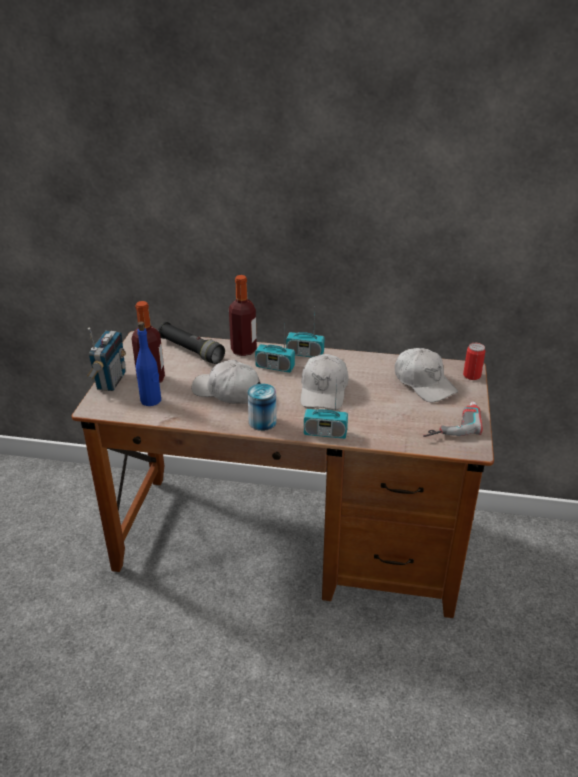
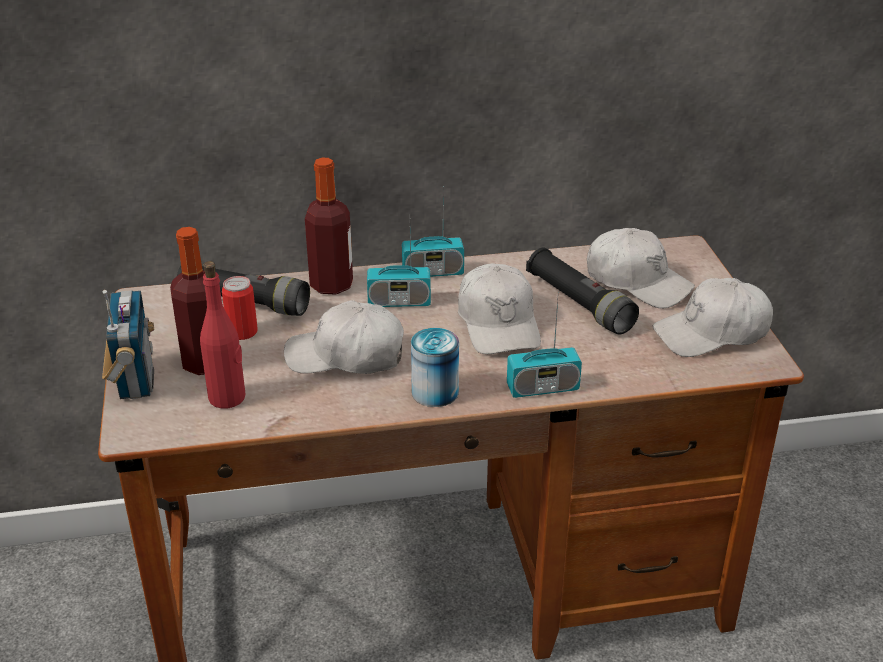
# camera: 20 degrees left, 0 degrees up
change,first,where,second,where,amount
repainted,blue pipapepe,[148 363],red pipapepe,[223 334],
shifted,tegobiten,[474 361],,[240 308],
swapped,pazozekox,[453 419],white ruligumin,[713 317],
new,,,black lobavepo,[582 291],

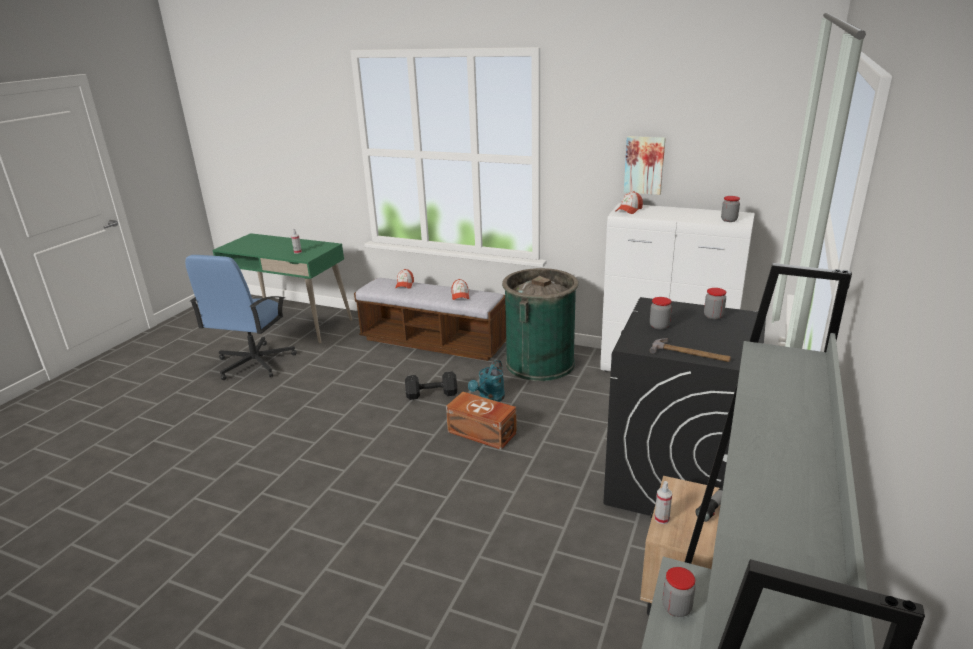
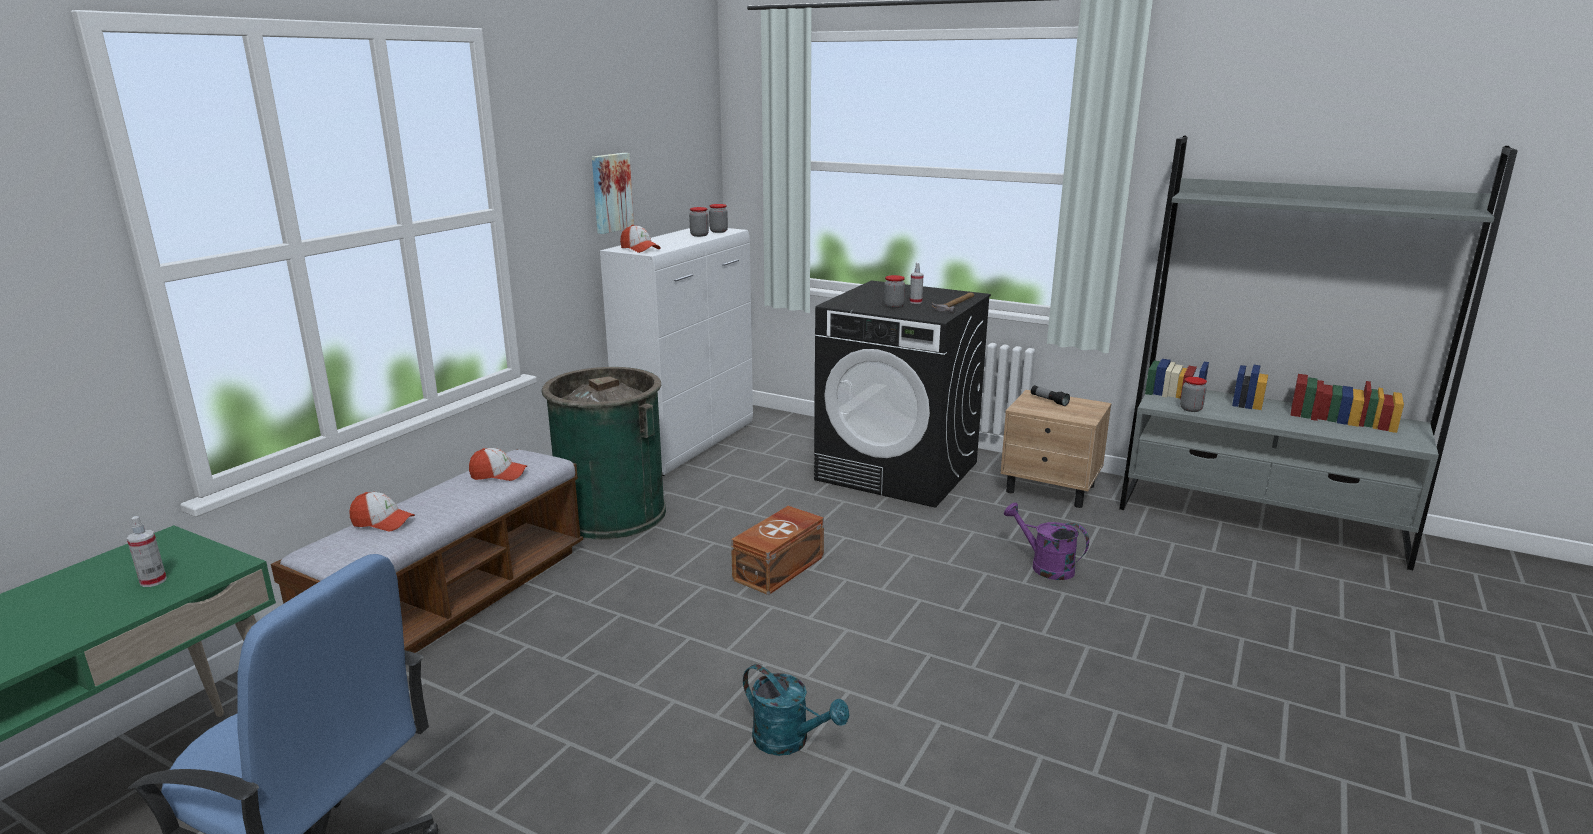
# camera: 85 degrees left, 5 degrees down
change,first,where,second,where,amount
shifted,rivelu,[715 304],,[699 222],
shifted,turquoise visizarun,[486 381],,[796 710],
gone,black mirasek,[431 385],,,
shifted,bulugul,[663 502],,[917 283],
new,,,purple visizarun,[1046 541],

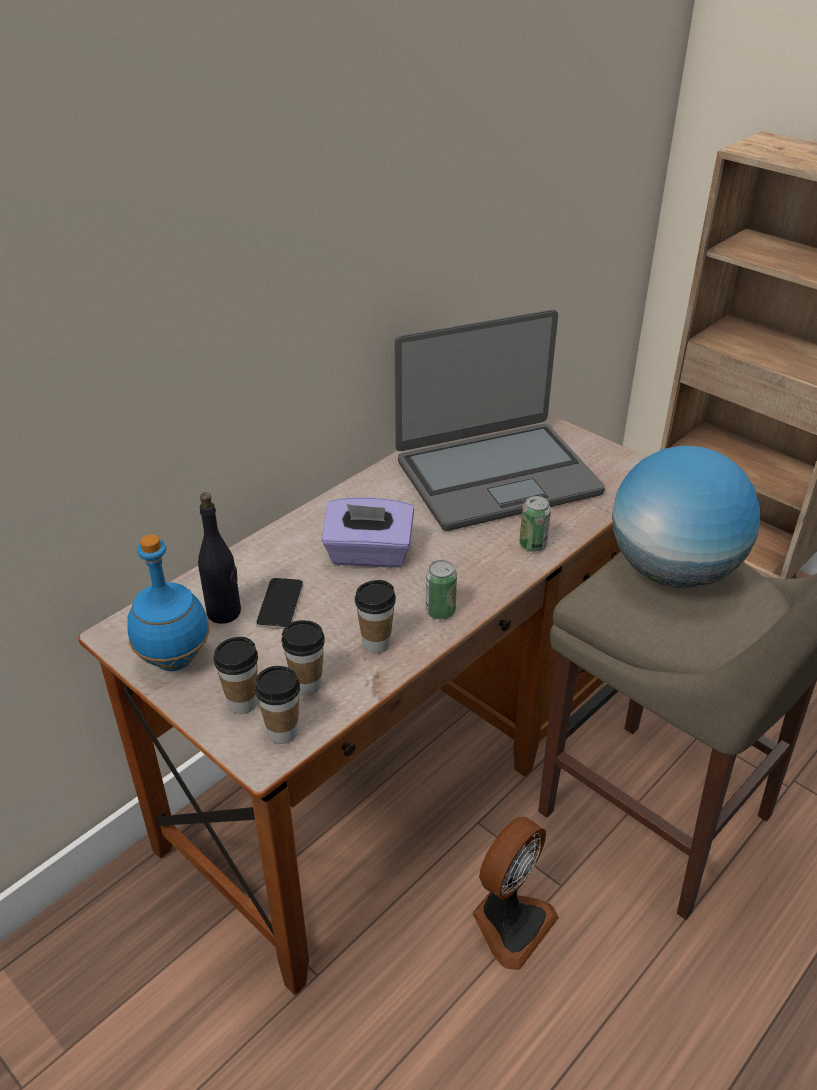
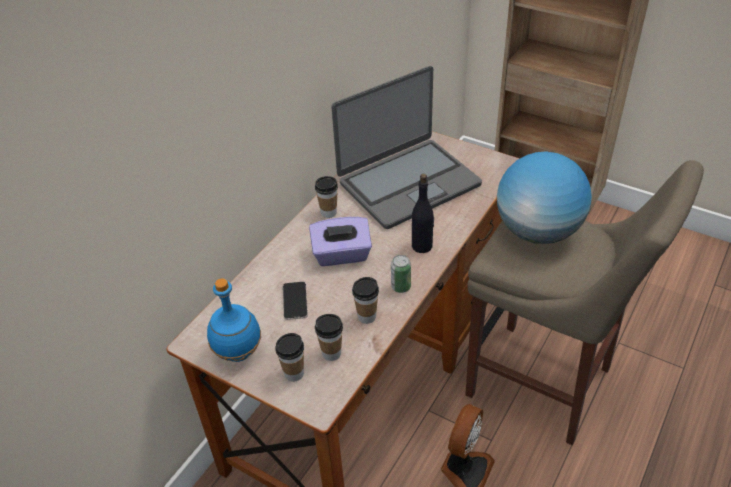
# camera: 10 degrees left, 5 degrees up
change,first,where,second,where,amount
shifted,black pipapepe,[219 558],,[423 213],
gone,tegobiten,[535 524],,,
shifted,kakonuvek,[277 705],,[326 197],

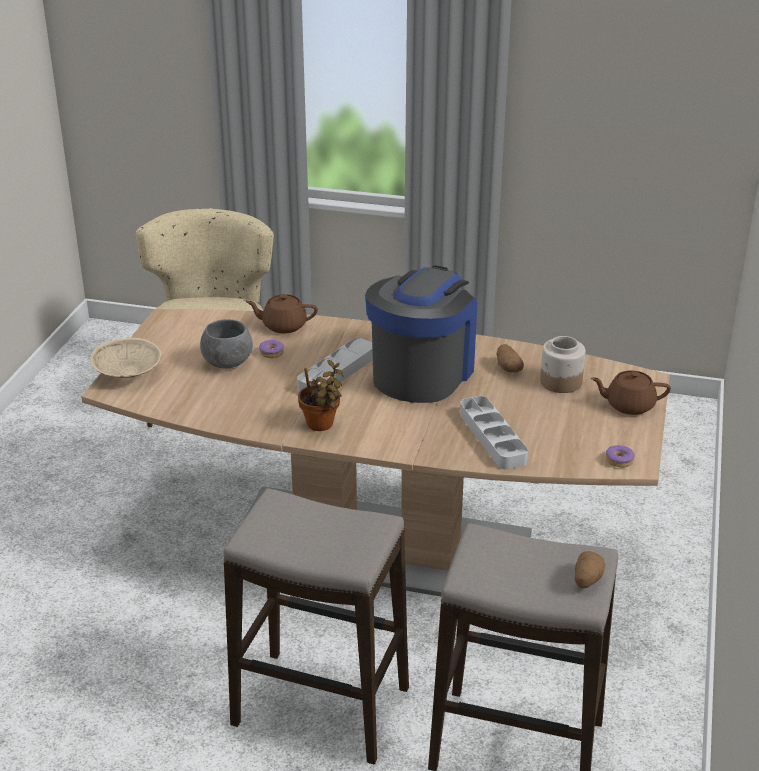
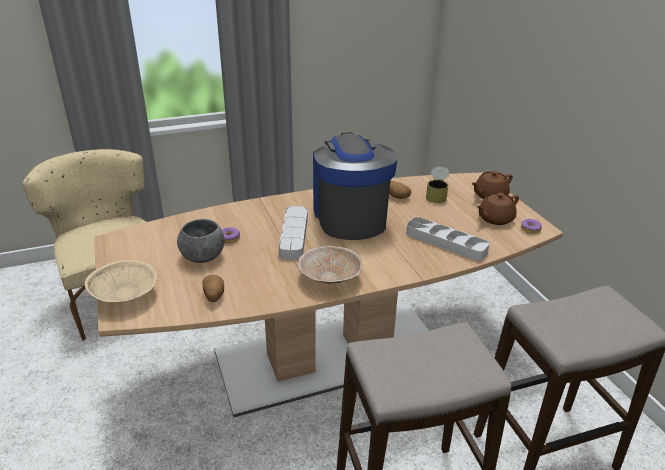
# camera: 35 degrees left, 0 degrees up
change,first,where,second,where,amount
shifted,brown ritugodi,[281 314],,[498 209],
swapped,rivelu,[562 364],tegobiten,[437 184],
swapped,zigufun,[321 395],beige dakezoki,[330 265],
shifted,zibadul,[590 569],,[213 288],

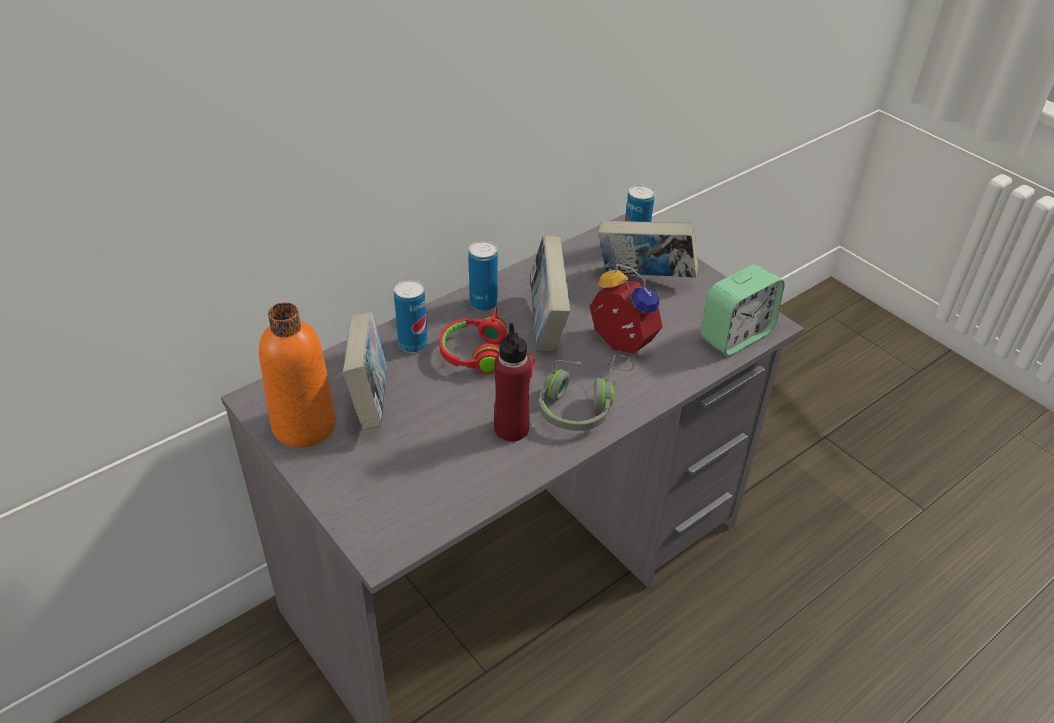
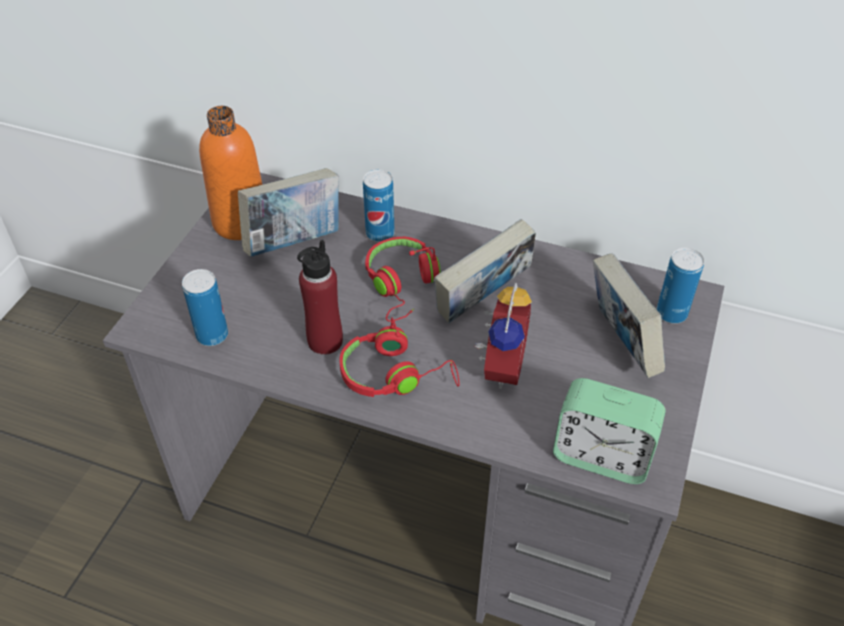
# camera: 60 degrees right, 5 degrees up
change,first,where,second,where,amount
shifted,tegobiten,[483 275],,[205 307],
repainted,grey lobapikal,[586 393],red lobapikal,[399 357],

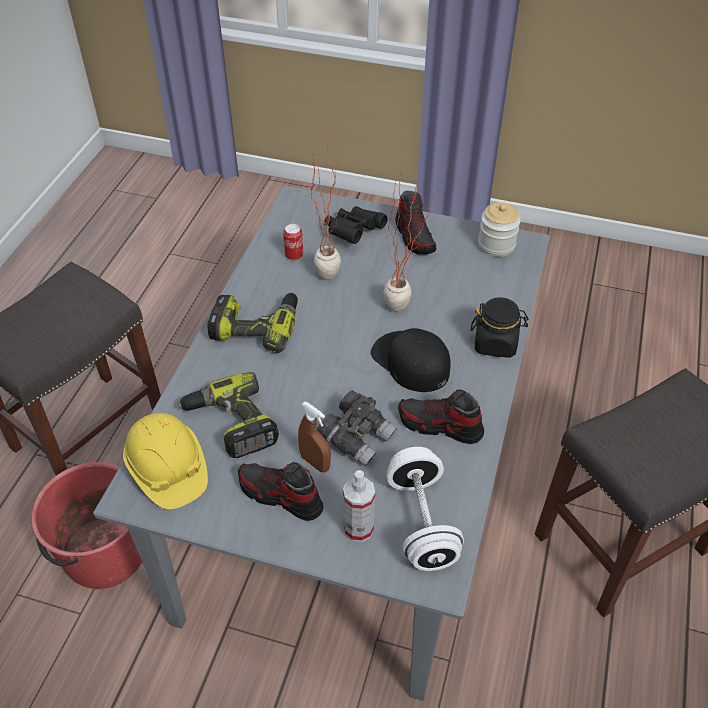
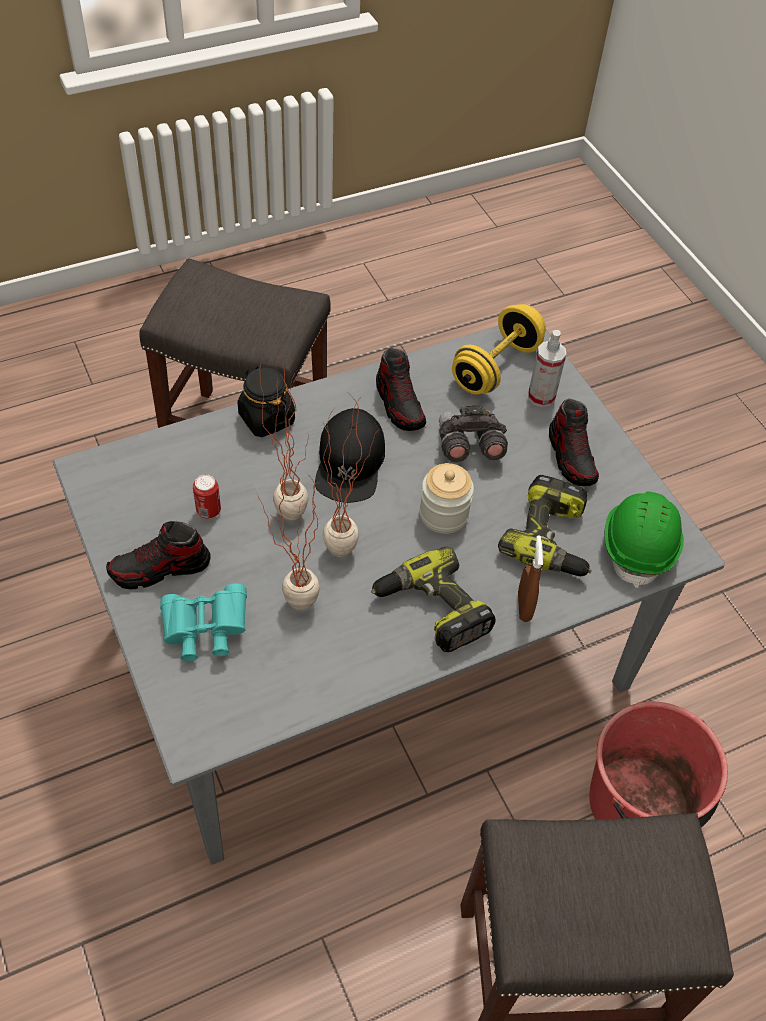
# camera: 135 degrees left, 5 degrees up
change,first,where,second,where,amount
rotated,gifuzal,[415 223],,[158 555],135 degrees counterclockwise
shifted,rivelu,[499 229],,[446 498],
repainted,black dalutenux,[356 225],turquoise dalutenux,[203 622],
shifted,tegobiten,[293 242],,[207 496],
shifted,brown bulugul,[314 437],,[530 578],
repainted,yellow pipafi,[165 461],green pipafi,[644 540],
repainted,white mirasek,[425 509],yellow mirasek,[499 349],
new,,,zigufun,[351 476],

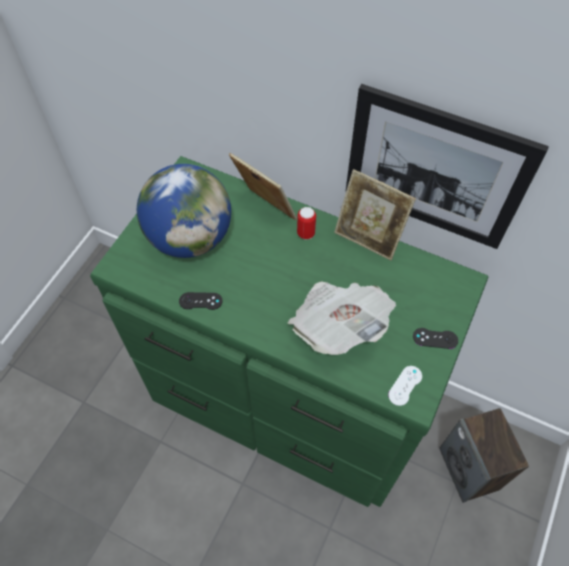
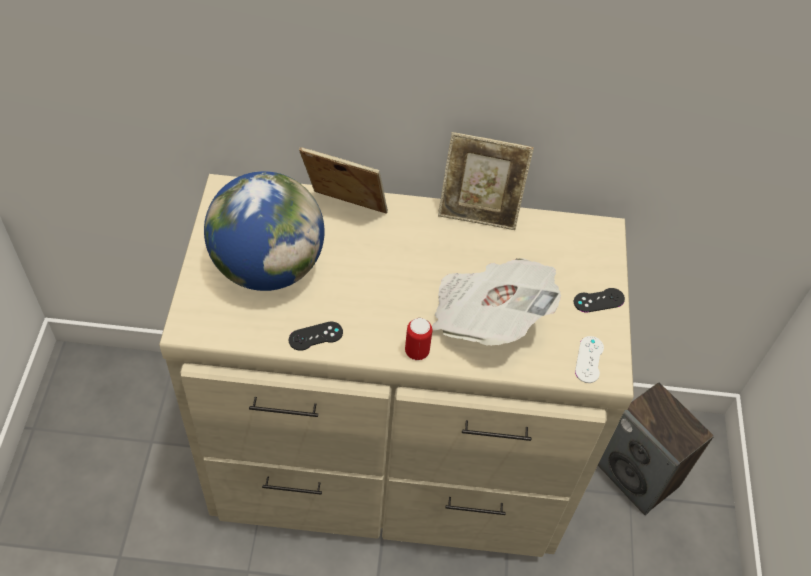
# camera: 25 degrees left, 5 degrees down
change,first,where,second,where,amount
gone,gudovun,[447 166],,,
repainted,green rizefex,[289 331],beige rizefex,[396 365],
shifted,tegobiten,[306 223],,[418 339],

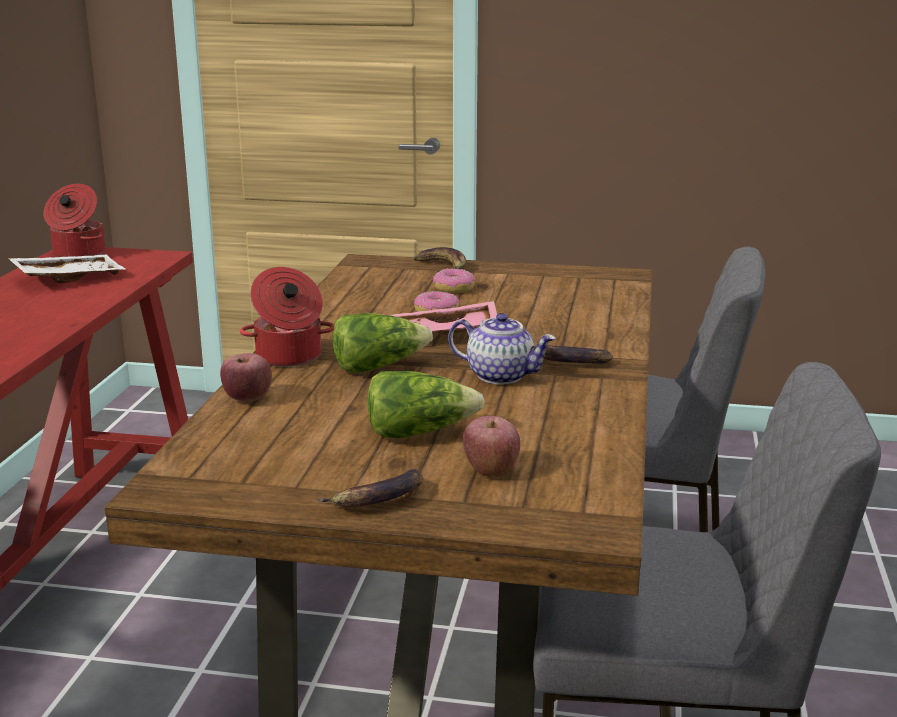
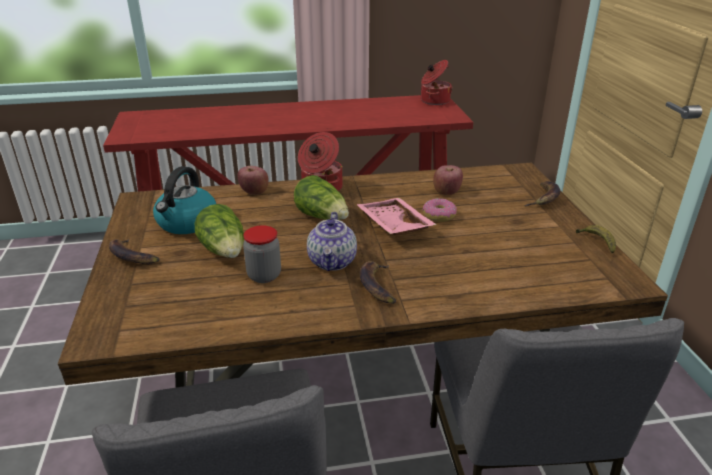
# camera: 70 degrees right, 10 degrees up
change,first,where,second,where,amount
gone,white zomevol,[67 269],,,
gone,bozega,[454 281],,,
shifted,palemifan,[491 446],,[448 180],
new,,,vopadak,[184 200],
new,,,rivelu,[262 254],
new,,,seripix,[596 239],

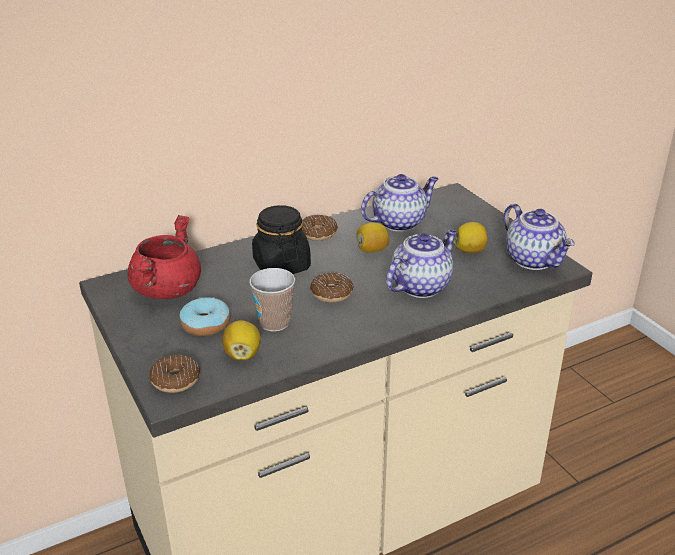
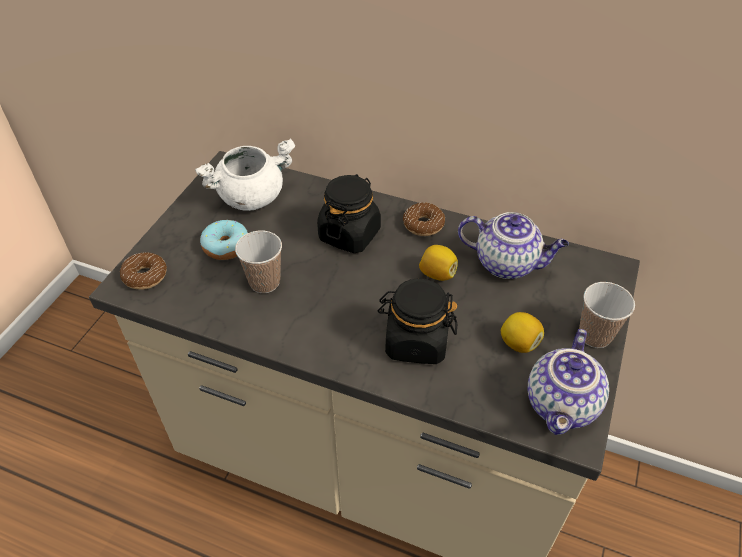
# camera: 50 degrees right, 15 degrees up
change,first,where,second,where,amount
repainted,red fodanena,[164 257],white fodanena,[245 174],
swapped,ritugodi,[421 264],black rivelu,[417 321],
gone,bozega,[332 287],,,
gone,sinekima,[241 340],,,
new,,,kakonuvek,[607 315],

